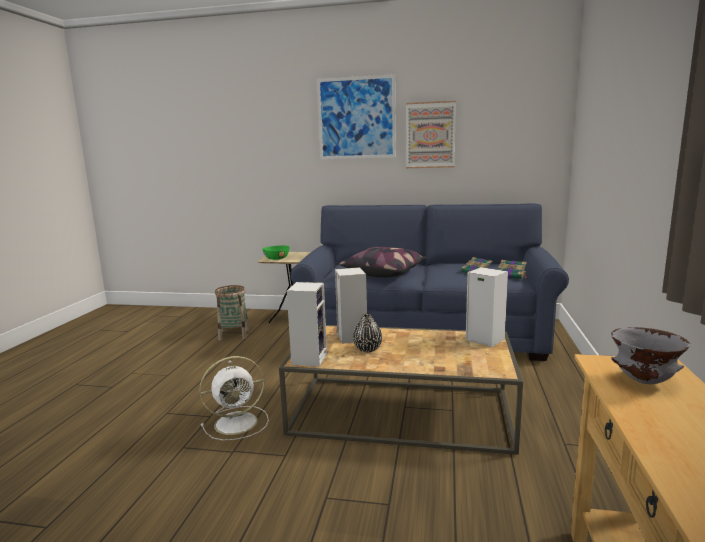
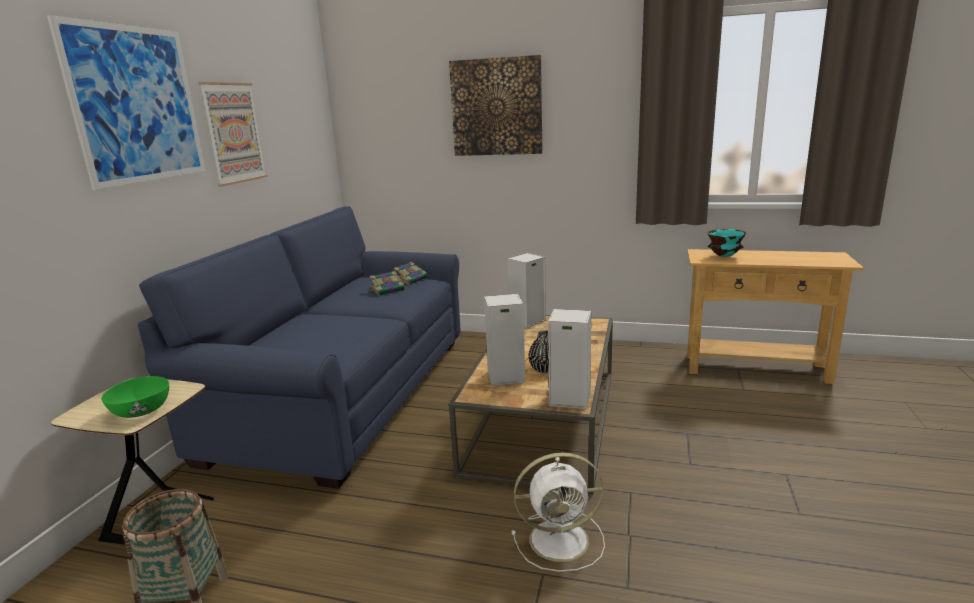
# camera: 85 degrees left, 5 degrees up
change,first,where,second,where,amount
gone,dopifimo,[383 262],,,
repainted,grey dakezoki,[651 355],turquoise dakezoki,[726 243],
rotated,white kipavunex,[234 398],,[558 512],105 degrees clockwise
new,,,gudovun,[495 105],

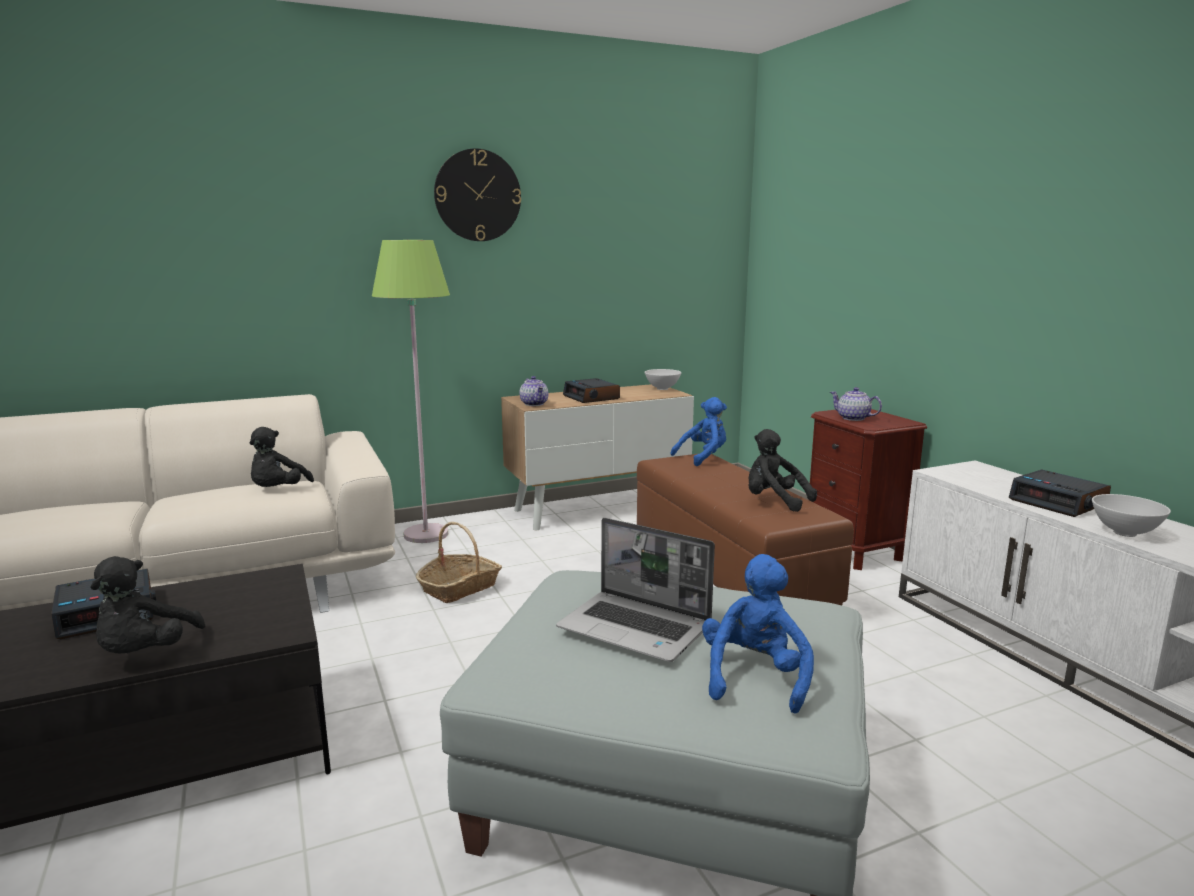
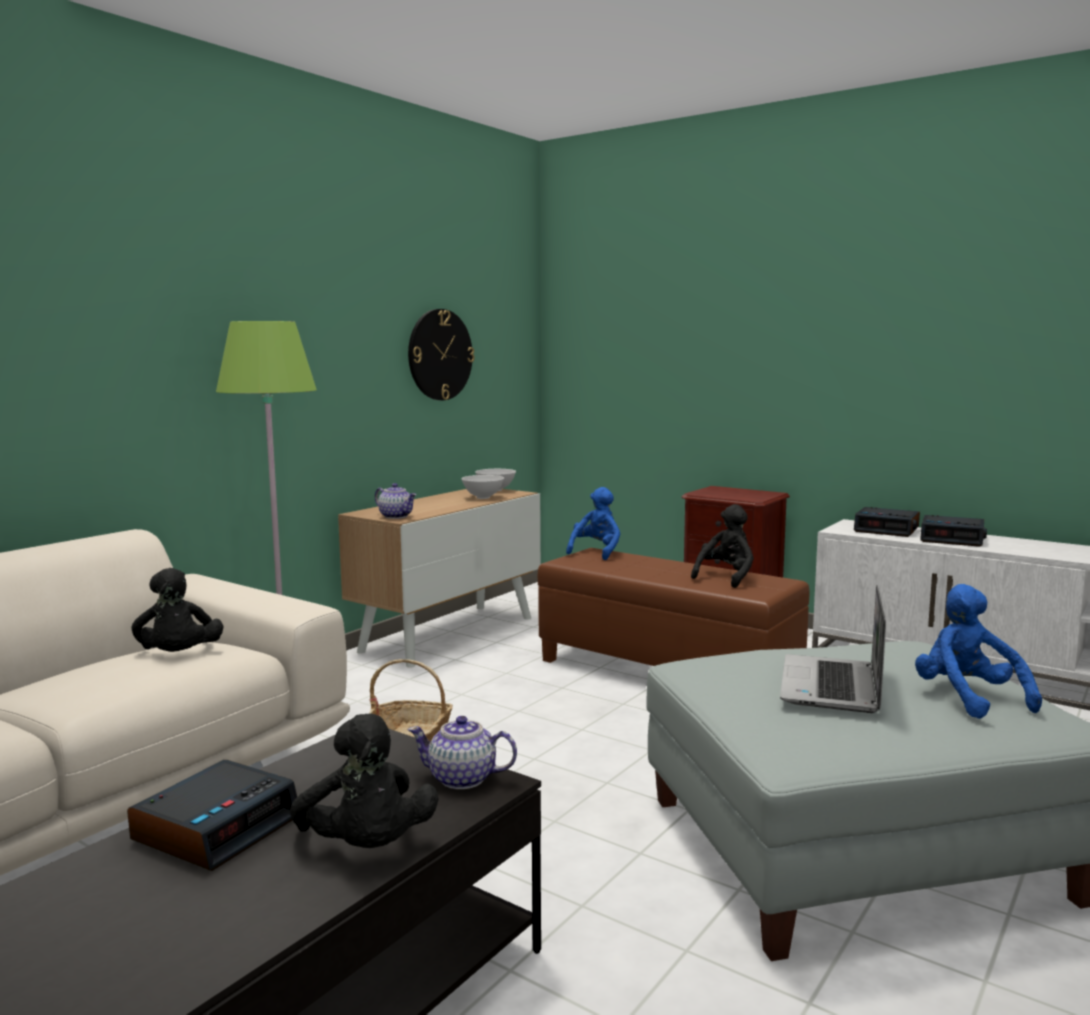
# camera: 30 degrees left, 5 degrees down
change,first,where,second,where,amount
shifted,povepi,[477 194],,[441 354],
shifted,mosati,[591 390],,[887 522],
shifted,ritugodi,[856 404],,[462 752],
rotated,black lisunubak,[783 470],,[722 546],120 degrees clockwise
shifted,white dakezoki,[1131 515],,[482 487],
rotated,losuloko,[635 590],,[833 649],105 degrees clockwise

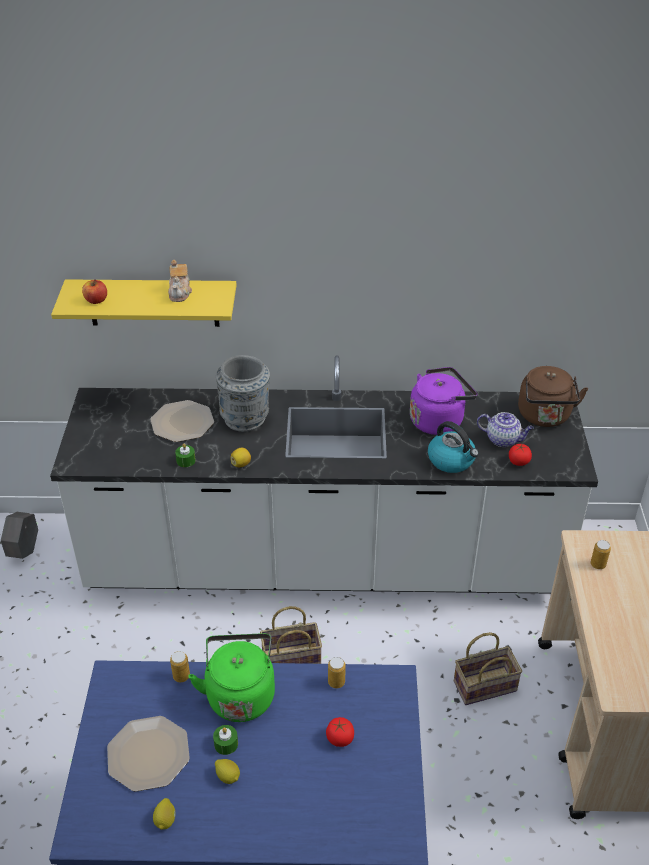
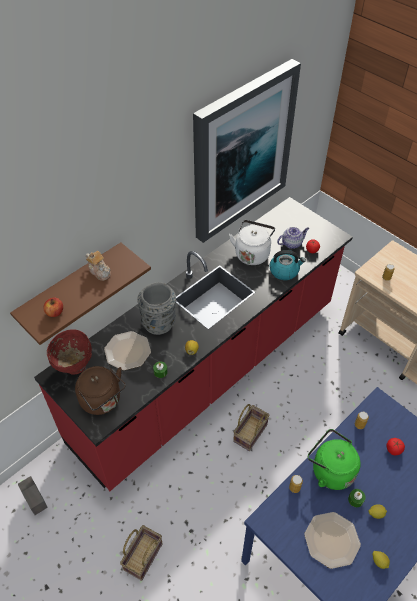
# camera: 45 degrees left, 10 degrees up
change,first,where,second,where,amount
repainted,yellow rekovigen,[144 303],brown rekovigen,[80 293],
repainted,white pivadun,[324 474],red pivadun,[193 344],
shifted,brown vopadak,[553 396],,[100 390],
repainted,purple vopadak,[443 401],white vopadak,[252 242],
shifted,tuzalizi,[488 668],,[141 553],
new,,,gudovun,[247 151],
new,,,red dakezoki,[69 352],

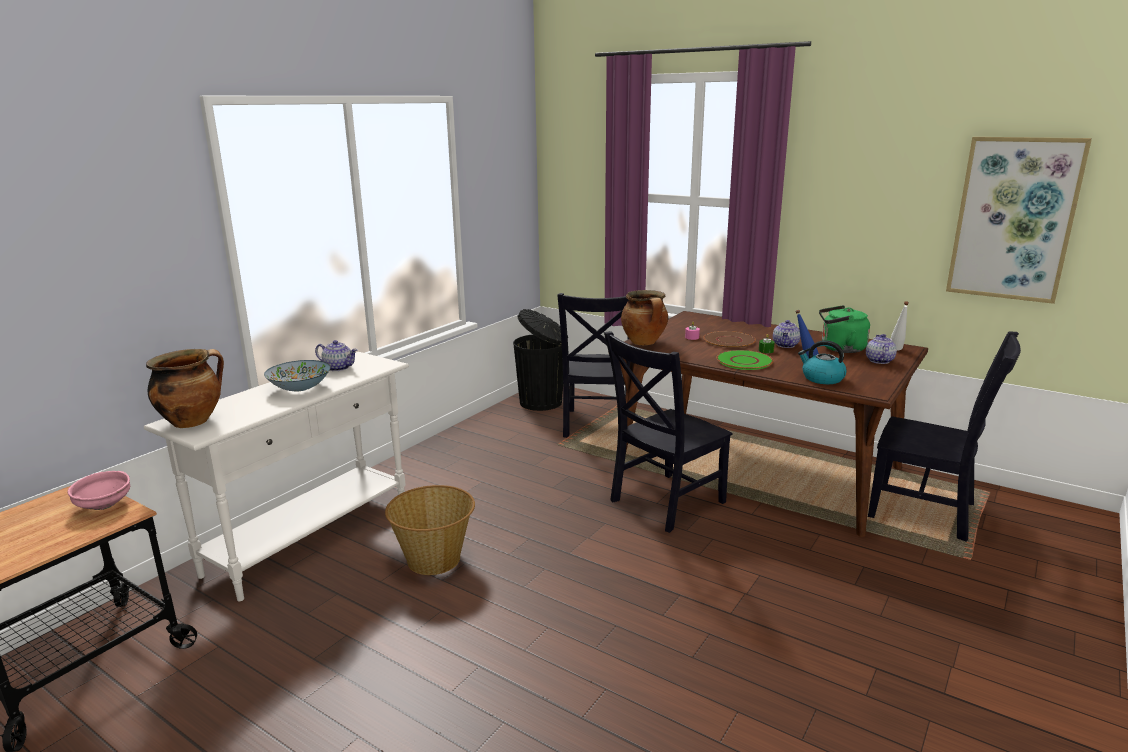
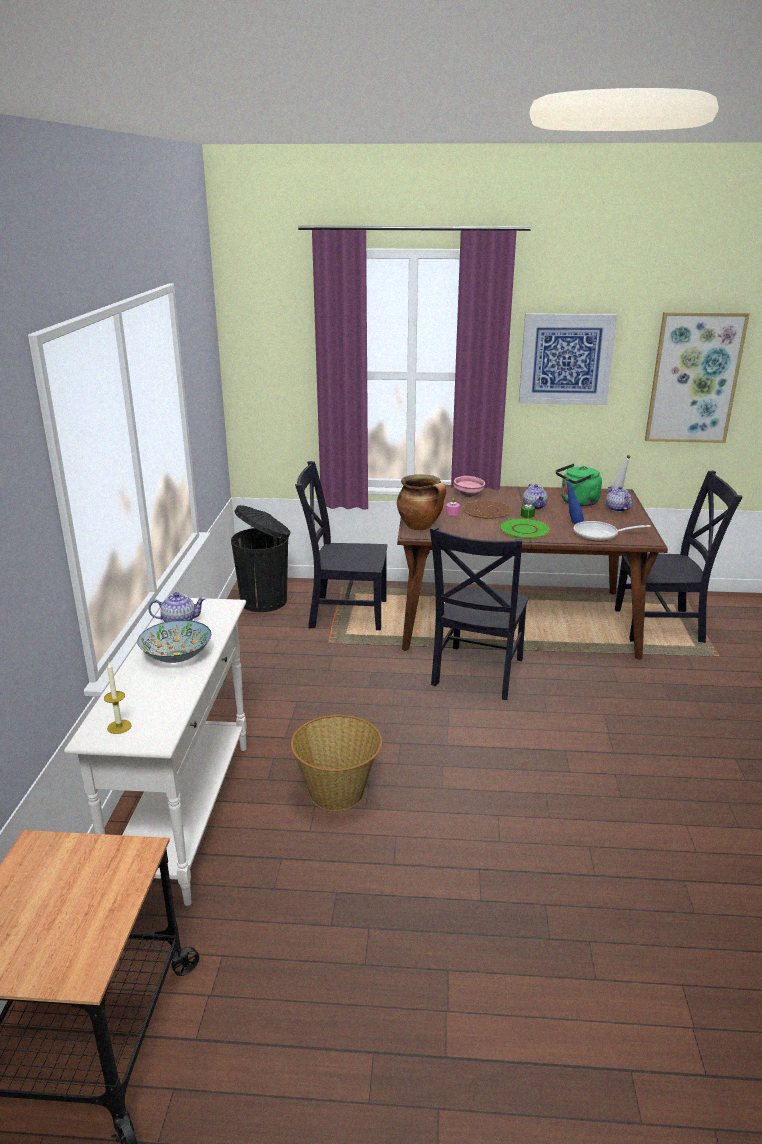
# camera: 30 degrees left, 5 degrees up
change,first,where,second,where,amount
rotated,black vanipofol,[593 365],,[341 545],120 degrees clockwise
swapped,vopadak,[822 362],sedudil,[612 531],
swapped,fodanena,[185 388],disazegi,[117 698],
shifted,pink dakezoki,[99 490],,[469 486],
new,,,gudovun,[568 359],

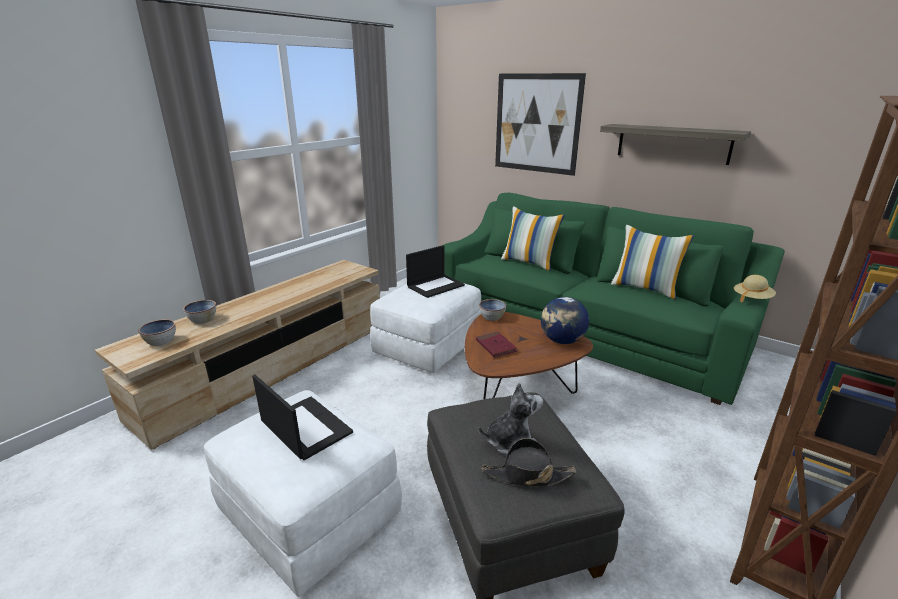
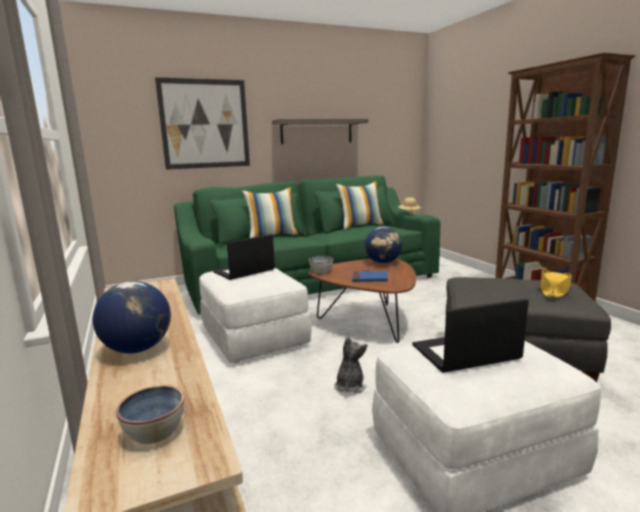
# camera: 60 degrees left, 10 degrees down
change,first,where,second,where,amount
rotated,losuloko,[435 271],,[244 257],120 degrees counterclockwise
gone,dakezoki,[199 312],,,
repainted,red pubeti,[496 344],blue pubeti,[370 276],
shifted,lisunubak,[511 418],,[351 364],
repainted,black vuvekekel,[528 462],yellow vuvekekel,[556 283],
new,,,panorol,[132 317],

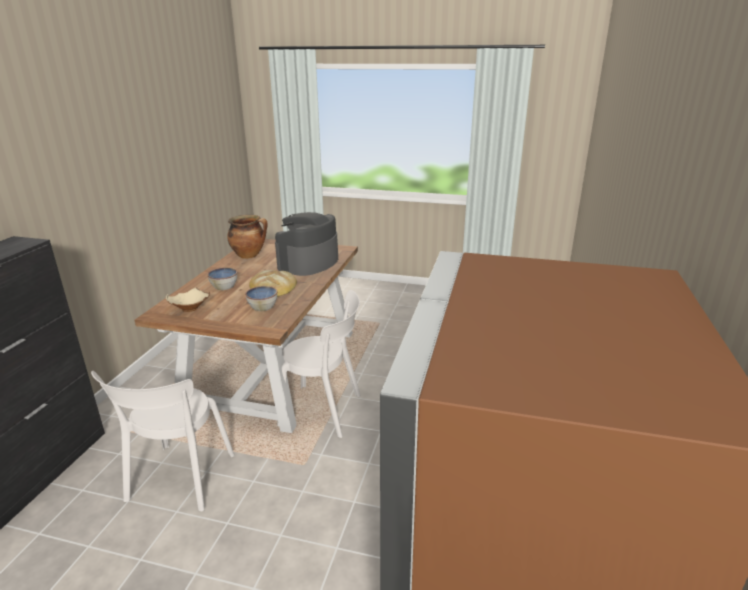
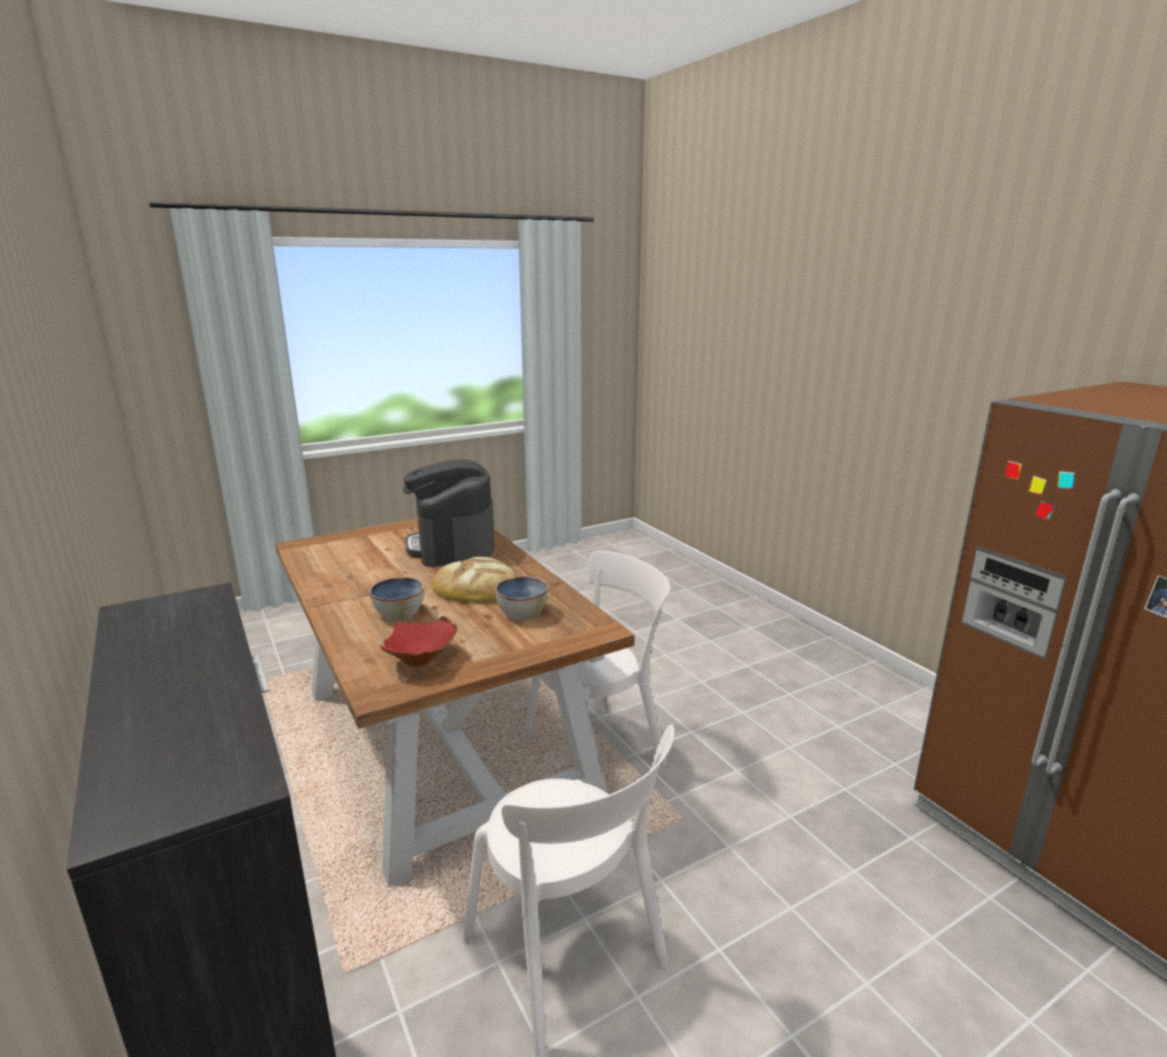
# camera: 45 degrees left, 5 degrees down
change,first,where,second,where,amount
gone,fodanena,[247 237],,,
repainted,beige dakezoki,[188 300],red dakezoki,[419 641],

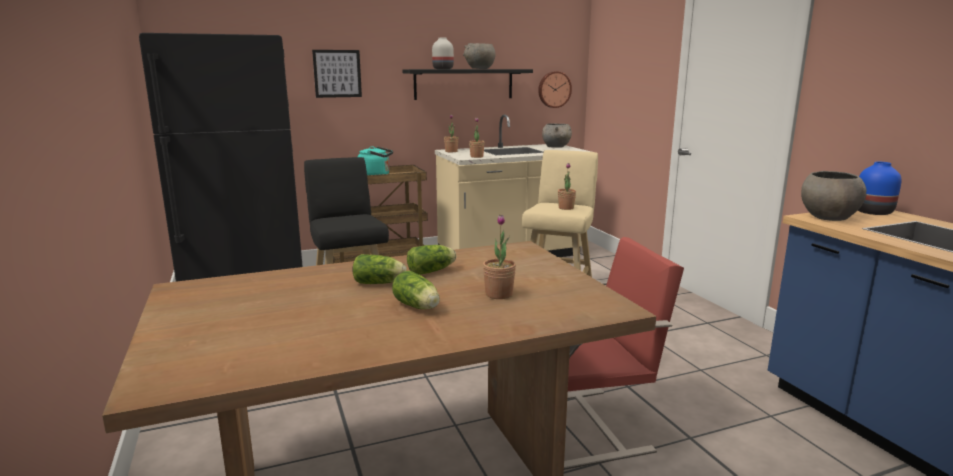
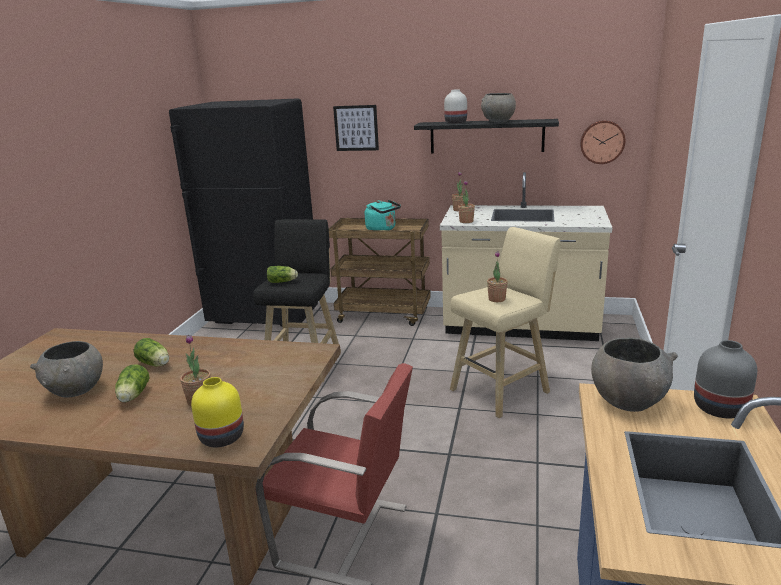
# camera: 35 degrees right, 5 degrees up
change,first,where,second,where,amount
shifted,grey dakezoki,[557 136],,[66 369],
repainted,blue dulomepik,[880 188],grey dulomepik,[725 379],
shifted,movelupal,[431 260],,[282 274],
new,,,yellow dulomepik,[217 412],

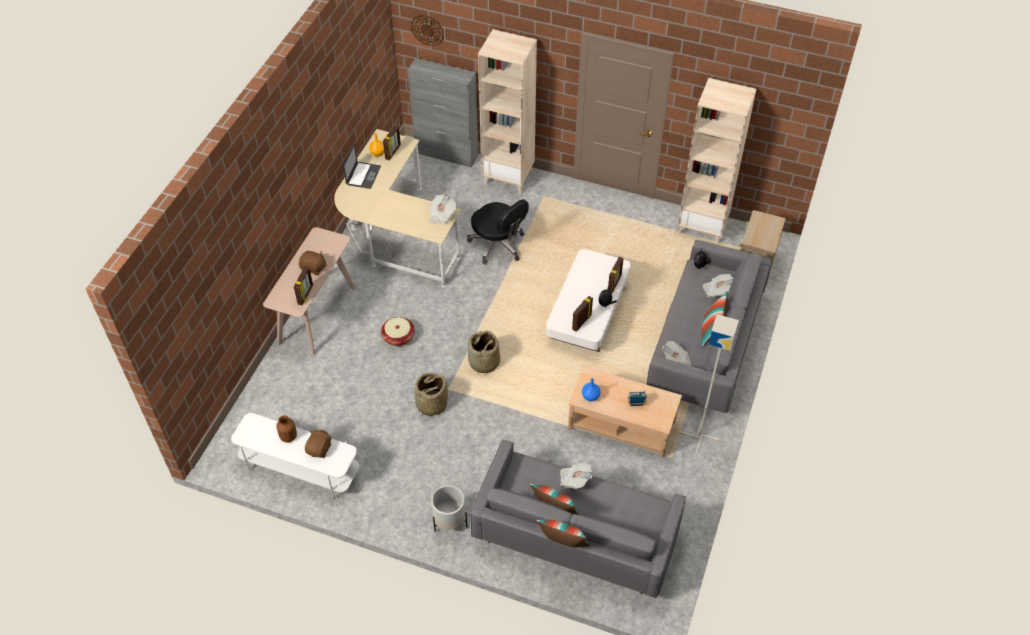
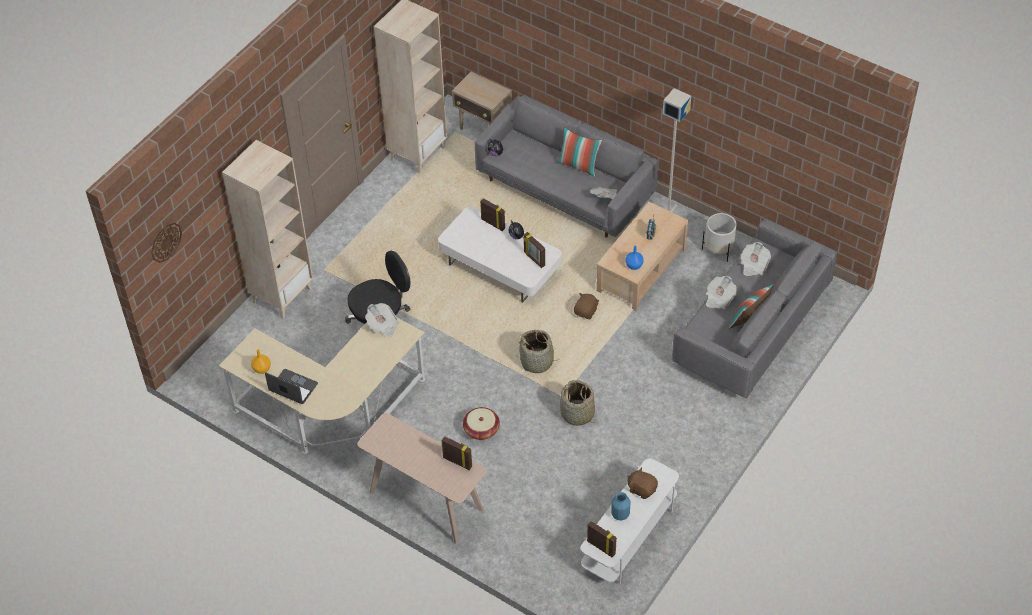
# camera: 75 degrees left, 0 degrees up
change,first,where,second,where,amount
gone,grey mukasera,[443 113],,,
shifted,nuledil,[392 142],,[602 539],
shifted,brown lisunubak,[313 263],,[586 306],
shifted,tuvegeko,[718 285],,[755 259],
repainted,brown dulomepik,[287 429],blue dulomepik,[620 506],
shifted,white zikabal,[449 509],,[719 237],
gone,dopifimo,[563 534],,,

